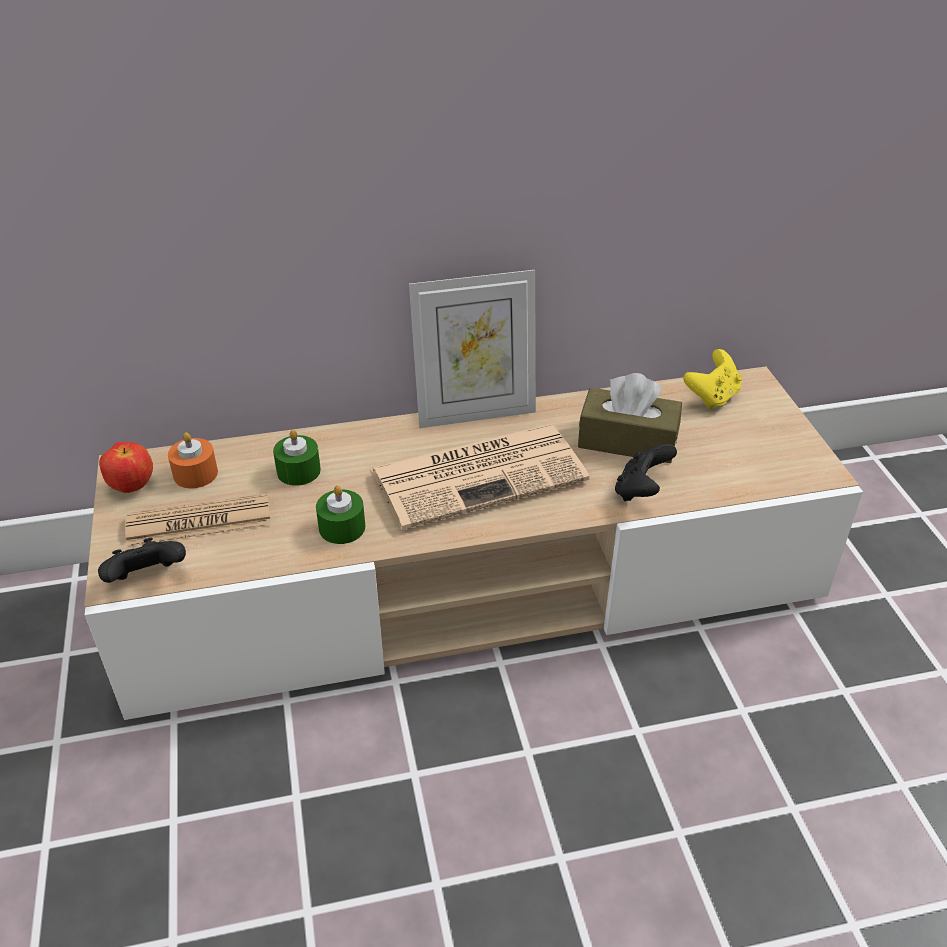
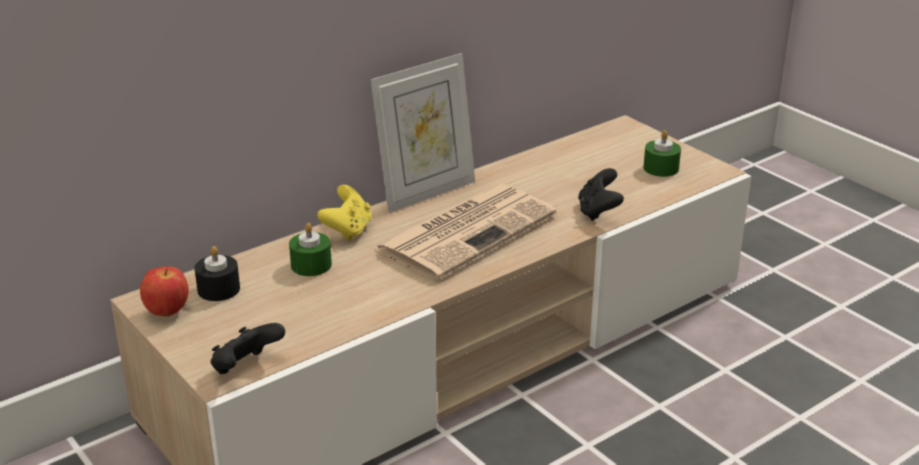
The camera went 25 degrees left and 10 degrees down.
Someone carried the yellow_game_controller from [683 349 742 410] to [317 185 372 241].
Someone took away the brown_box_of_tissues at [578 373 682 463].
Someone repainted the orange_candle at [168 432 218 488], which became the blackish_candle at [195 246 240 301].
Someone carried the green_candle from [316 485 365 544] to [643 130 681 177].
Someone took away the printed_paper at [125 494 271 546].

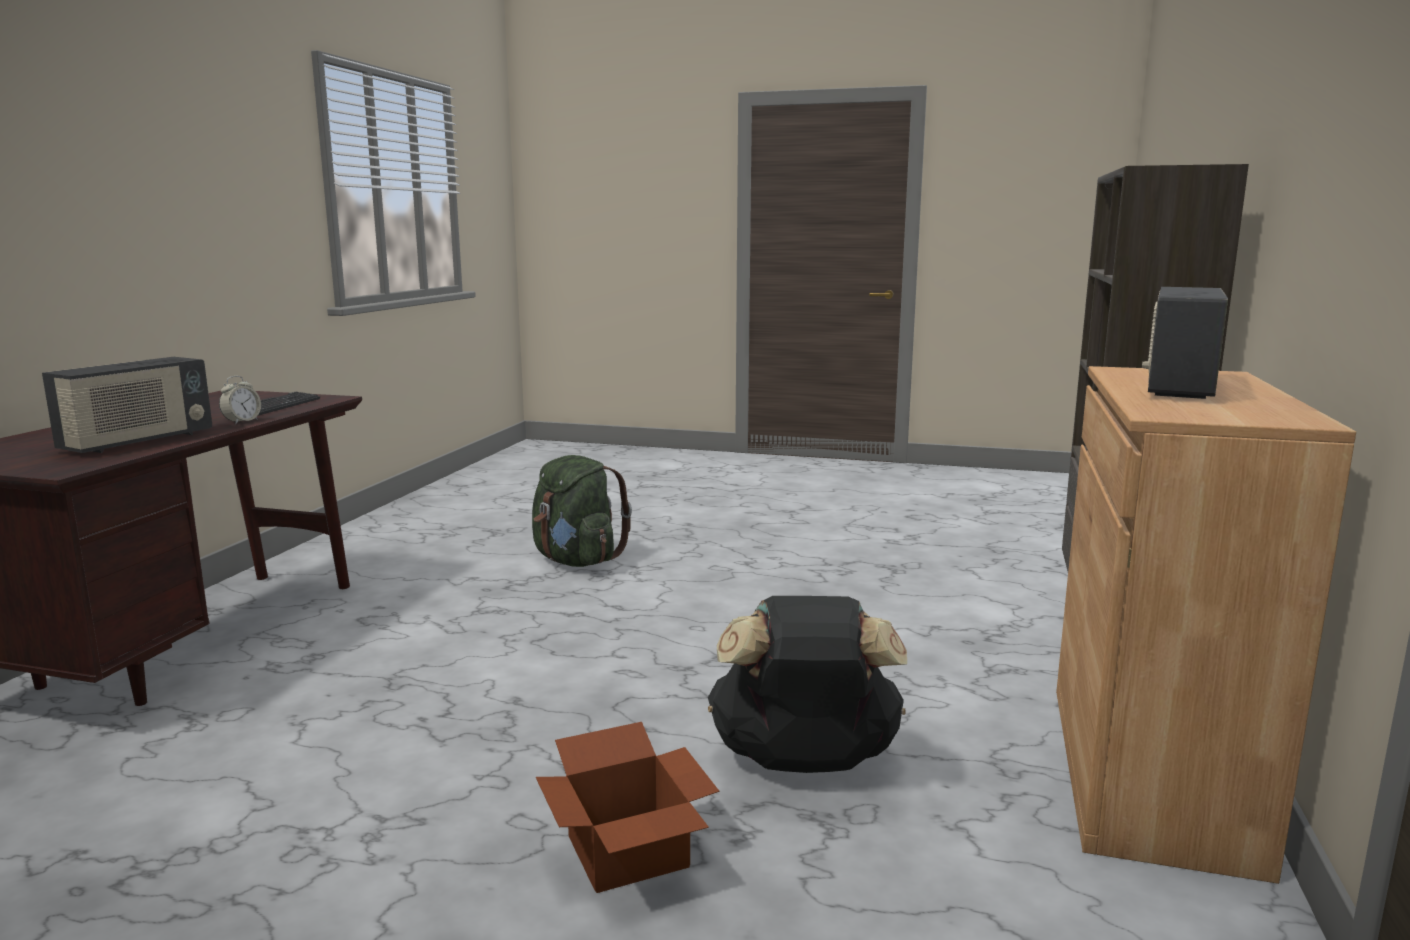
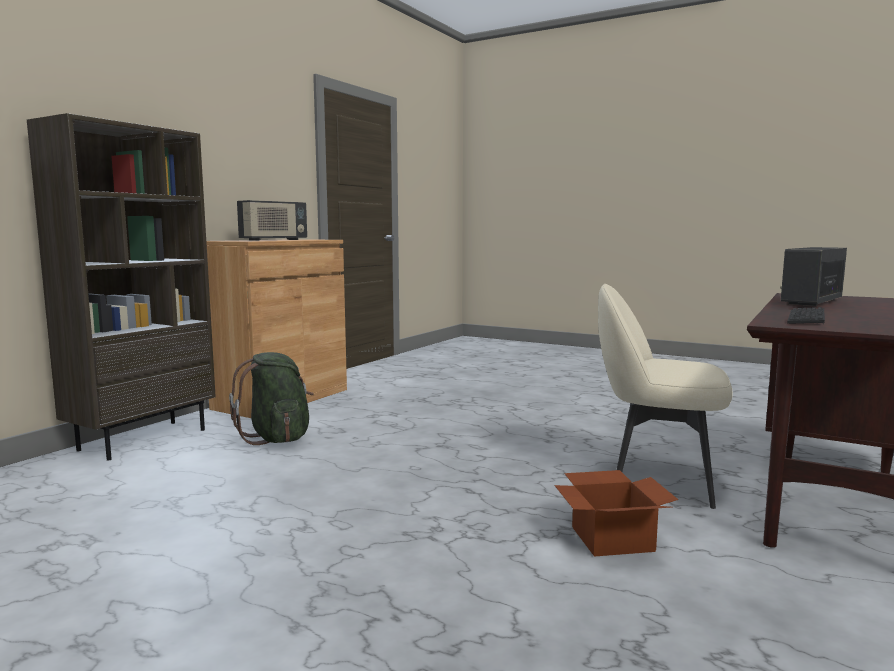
The camera went 165 degrees left and 5 degrees down.
Someone took away the bedside_clock at [219 376 261 424].
Someone carried the green_rucksack from [532 455 632 567] to [229 352 314 445].
Someone took away the blackish_rucksack at [708 596 907 773].
Someone carried the carton from [536 722 720 893] to [554 470 678 557].
Someone put down the beige_chair at [598 284 733 509].

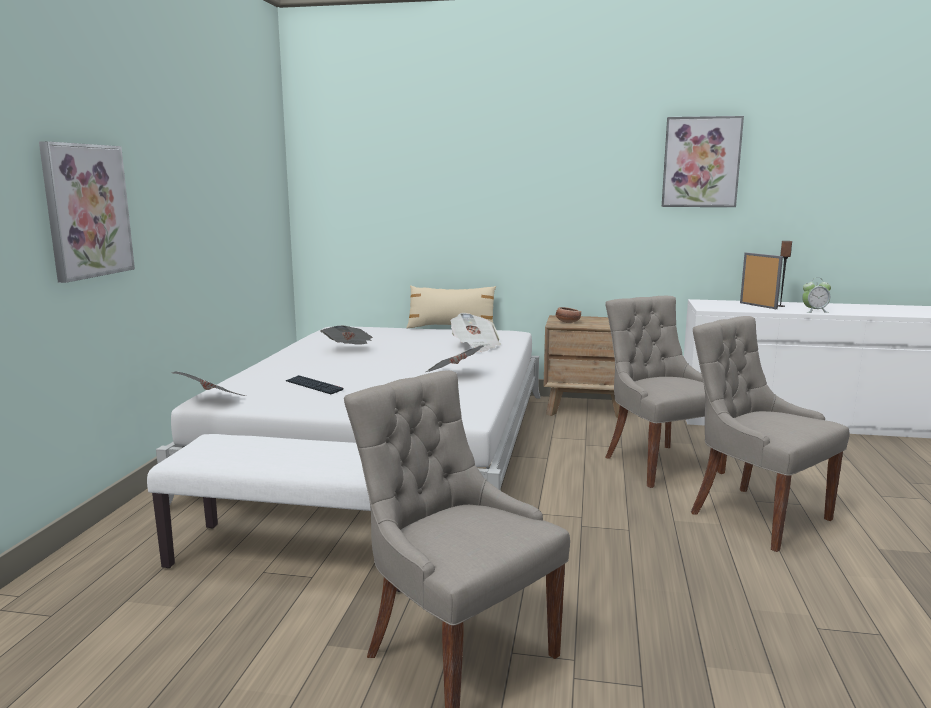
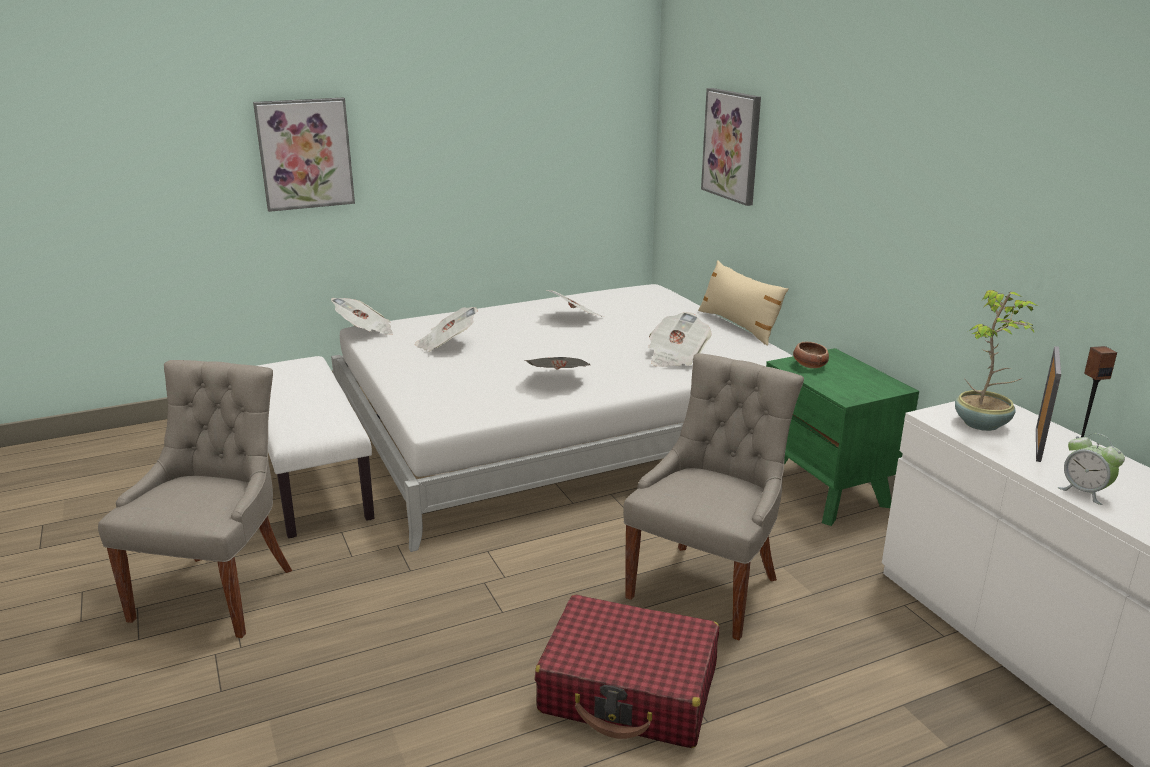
The camera went 55 degrees right and 10 degrees up.
Someone carried the wall_art from [662 116 744 207] to [701 88 761 206].
Someone repainted the brown_nightstand at [543 315 620 418], which became the green_nightstand at [766 348 919 526].
Someone swapped the grey_chair at [691 316 850 552] for the red_suitcase at [535 595 719 748].
Someone swapped the keyboard at [286 375 344 394] for the printed_paper at [415 307 478 352].
Someone put down the plant_in_a_pot at [955 290 1038 431].

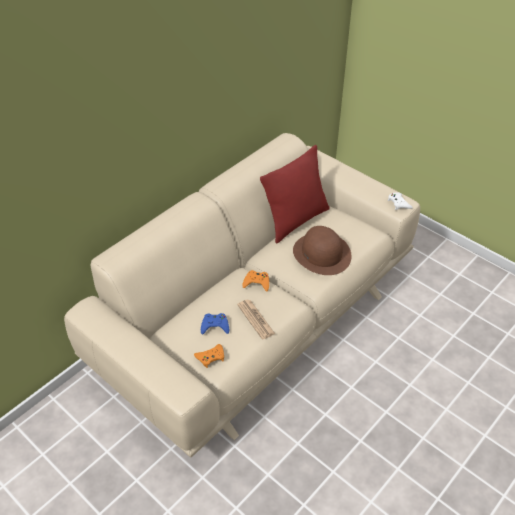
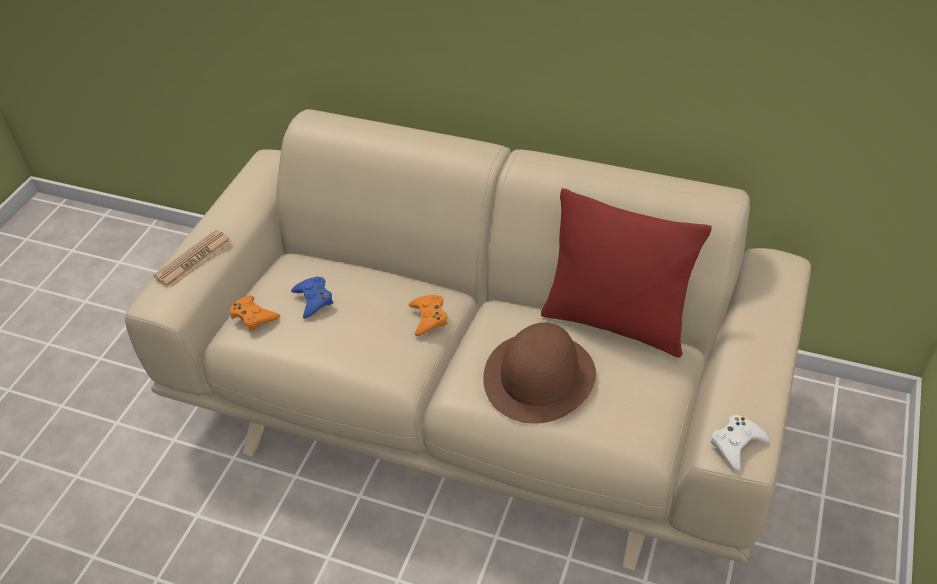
The camera went 70 degrees right and 0 degrees up.
Someone carried the printed_paper from [237 299 275 339] to [153 230 232 288].

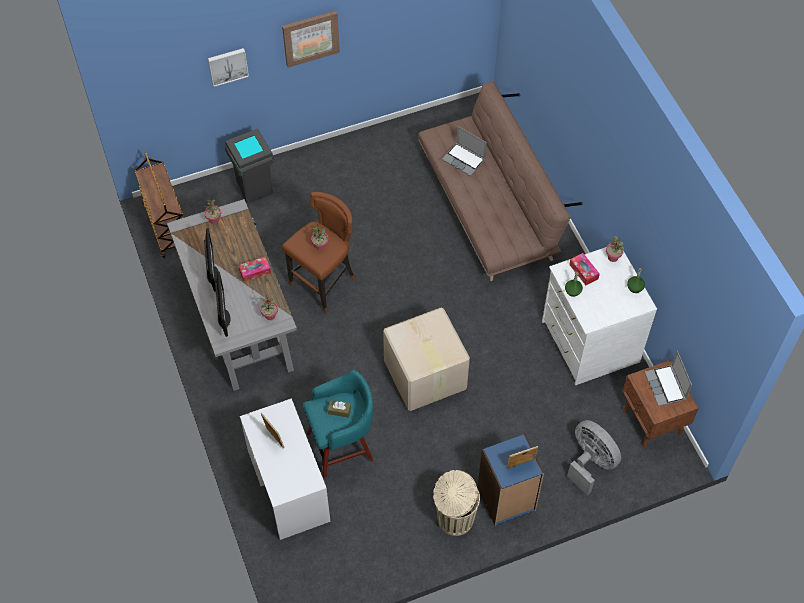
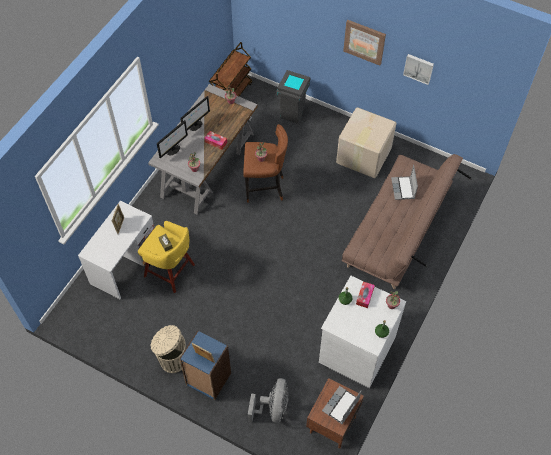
The camera went 50 degrees right and 0 degrees up.
Someone carried the wall_art from [208 48 249 87] to [403 54 434 85].
Someone carried the carton from [383 308 470 411] to [336 107 397 178].
Someone repainted the turquoise_stool_seat at [303 370 374 478], which became the yellow_stool_seat at [138 221 195 293].

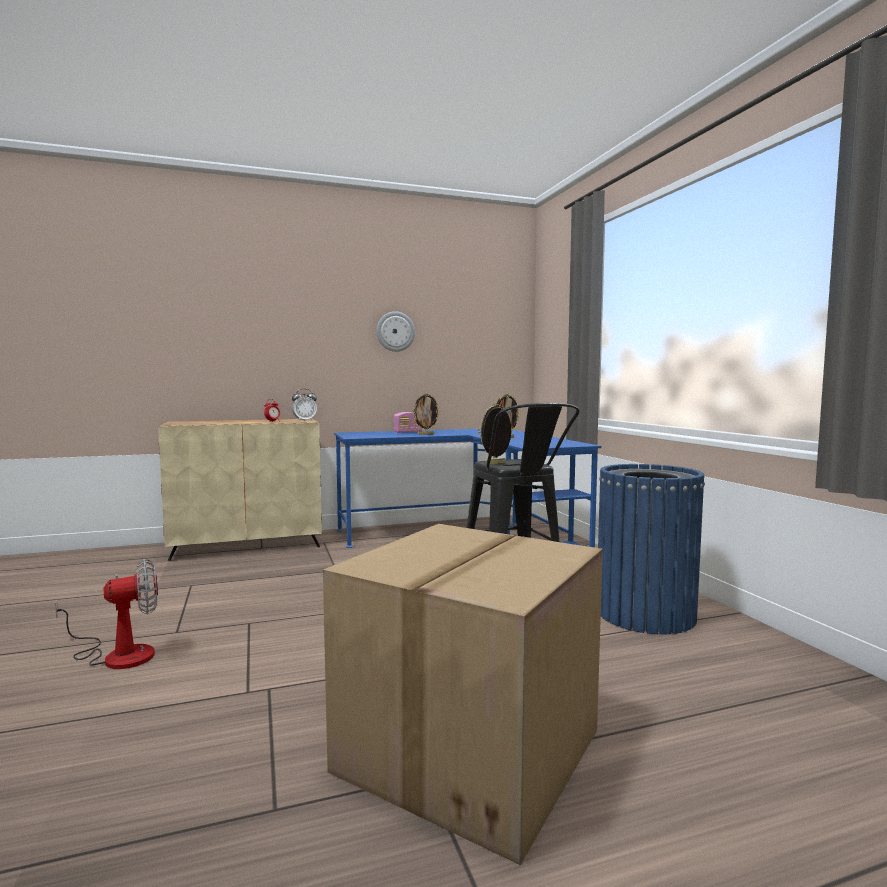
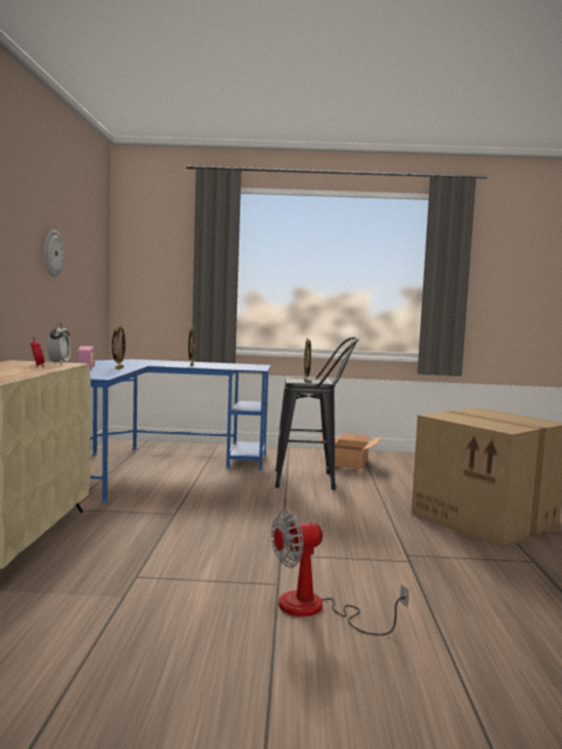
The camera went 70 degrees left and 0 degrees up.
Someone swapped the bluish_trash_can at [598 464 705 635] for the carton at [319 433 381 470].
Someone rotated the fan at [55 559 158 669] by 105 degrees counterclockwise.

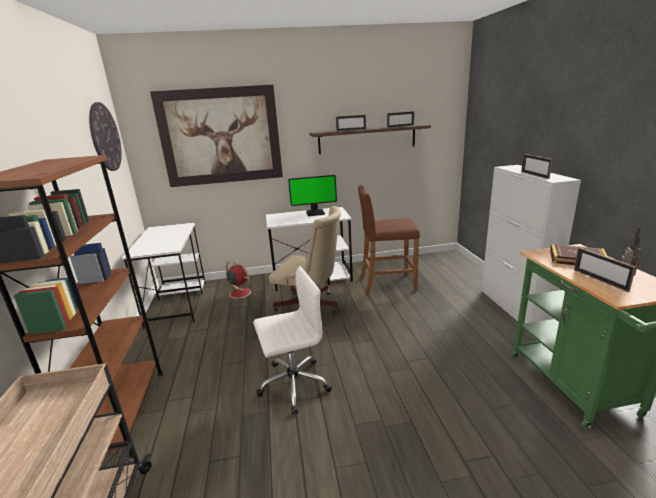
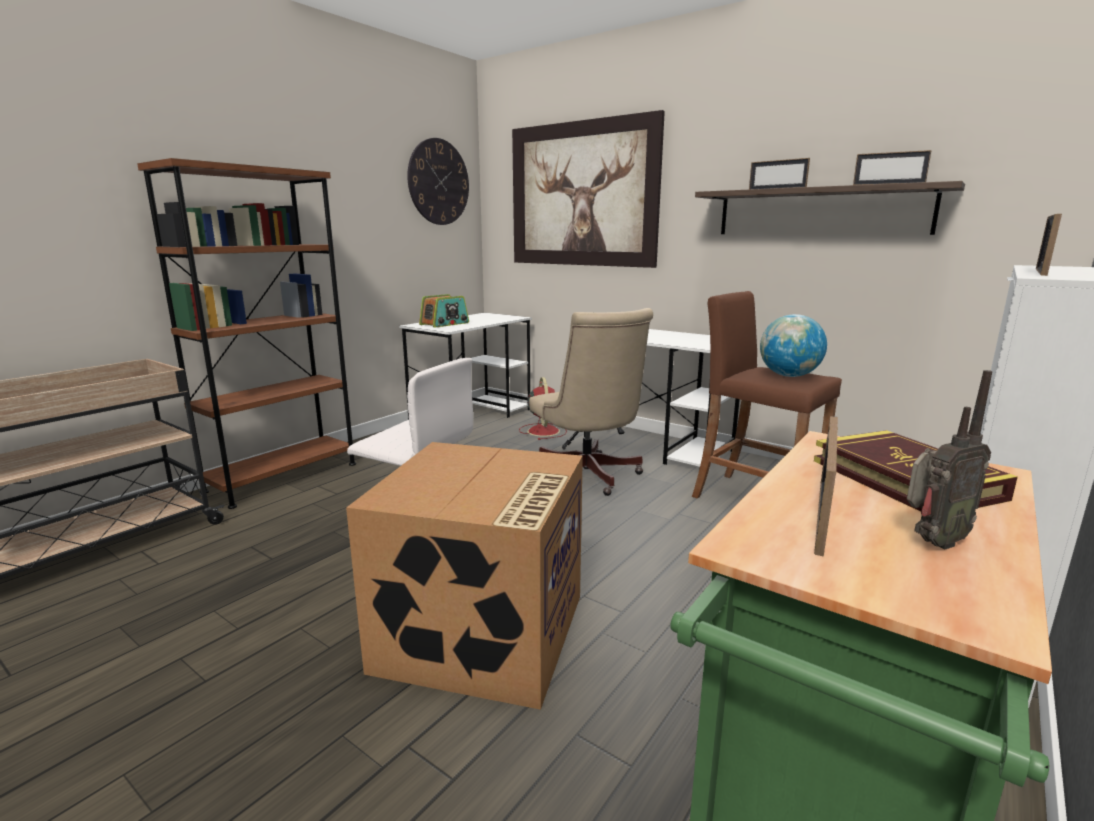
The camera went 45 degrees right and 5 degrees down.
Someone took away the computer_screen at [288 175 337 216].
Someone put down the radio_receiver at [419 294 469 328].
Someone put down the globe at [760 314 827 377].
Someone put down the carton at [346 442 583 710].

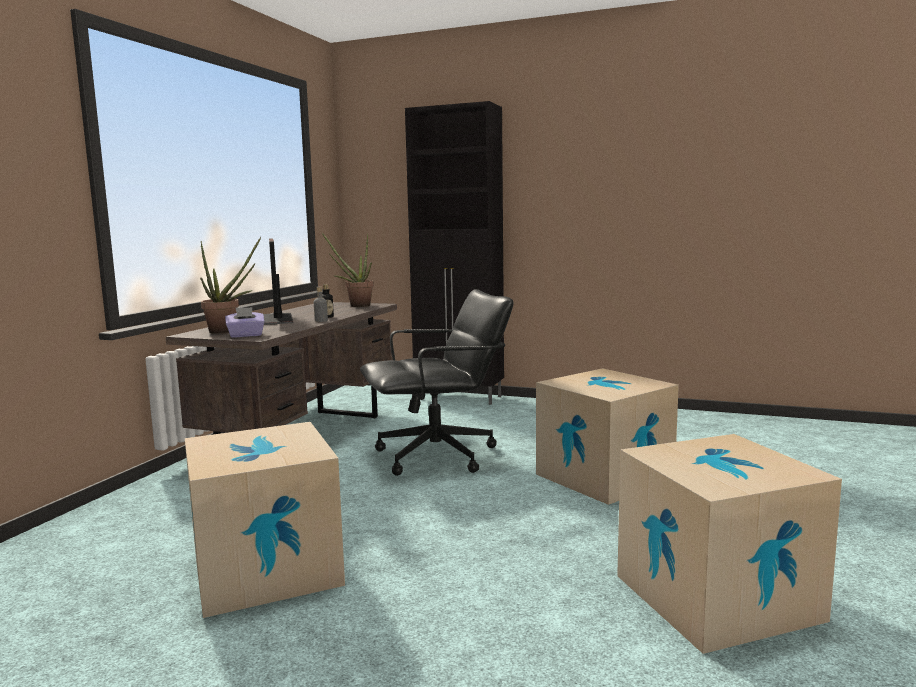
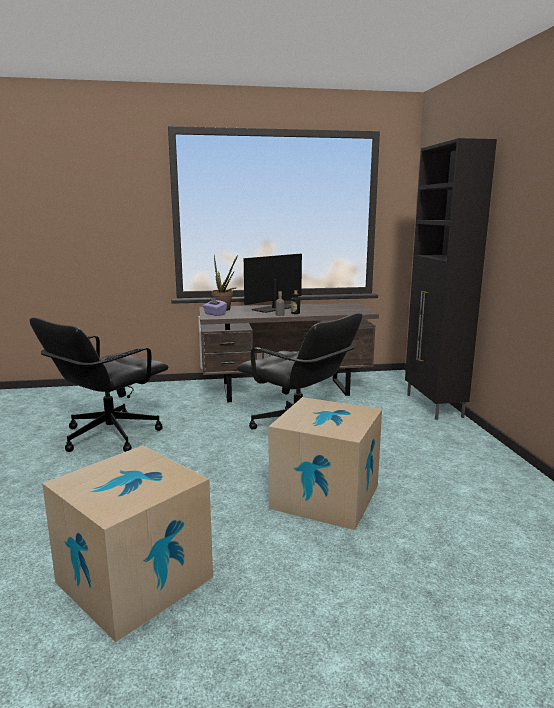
The camera went 60 degrees right and 5 degrees up.
Someone took away the plant_in_a_pot at [322 233 374 307].
Someone swapped the carton at [185 422 345 618] for the blackish_computer_chair at [30 317 168 452].

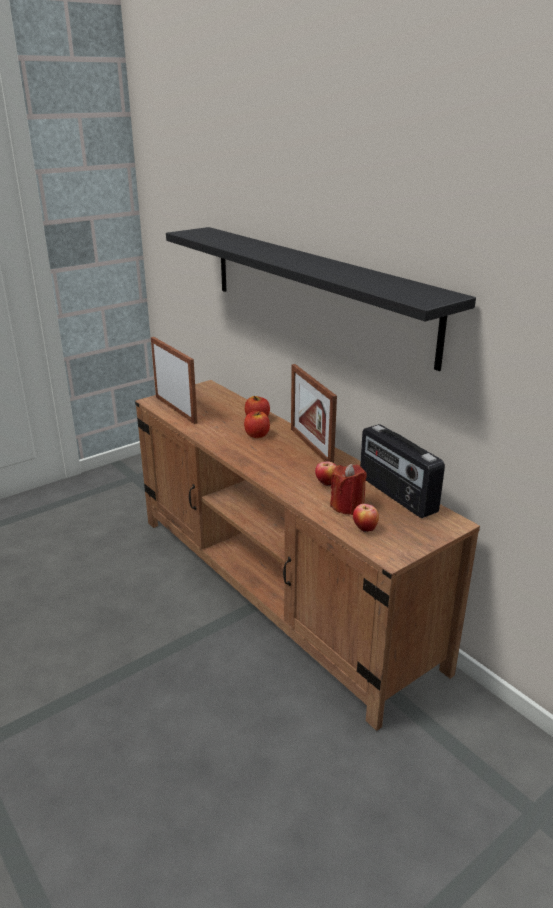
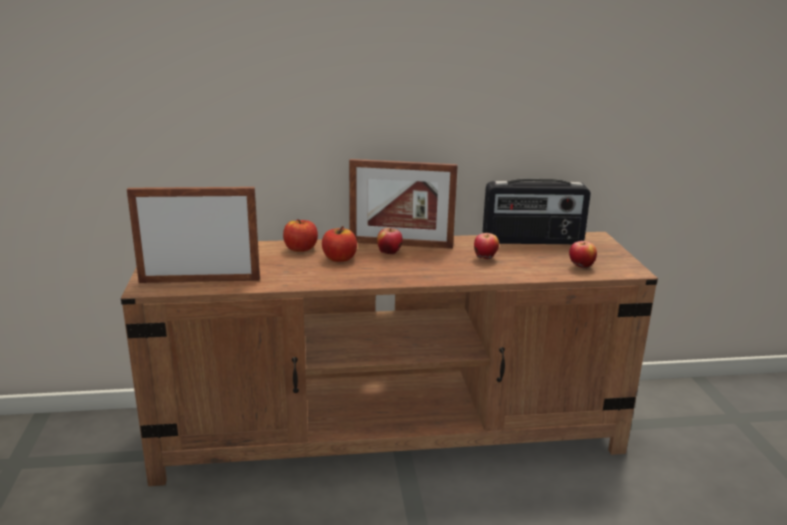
The camera went 60 degrees left and 5 degrees down.
Someone took away the blackish_shelf at [166 227 476 371].
Someone took away the red_candle at [330 464 367 515].
Someone put down the apple_fruit at [377 228 403 254].

